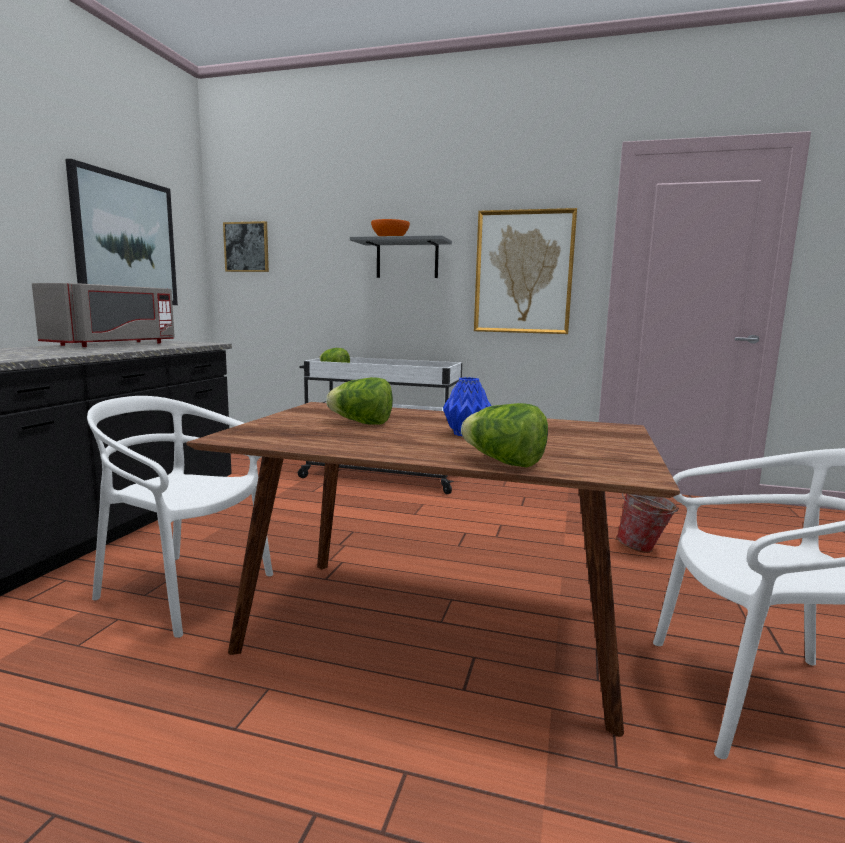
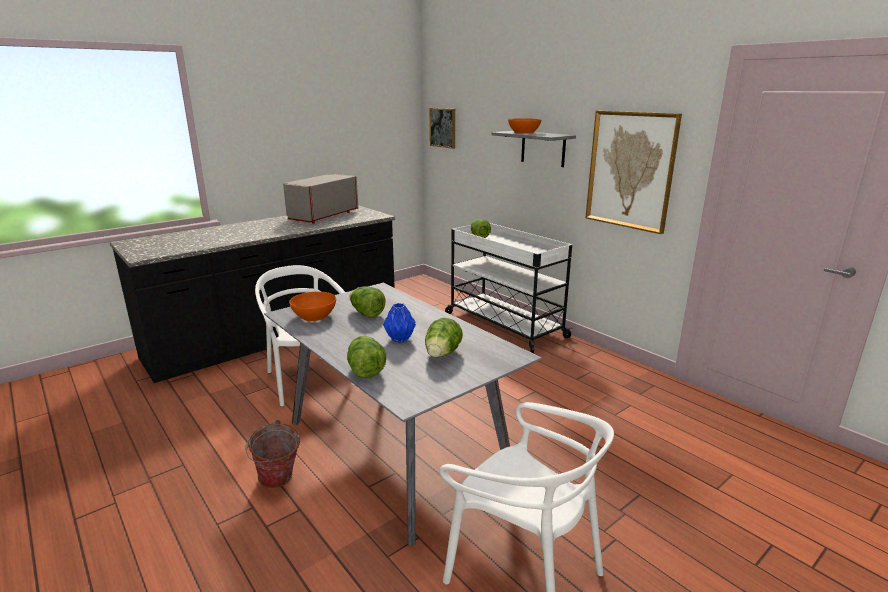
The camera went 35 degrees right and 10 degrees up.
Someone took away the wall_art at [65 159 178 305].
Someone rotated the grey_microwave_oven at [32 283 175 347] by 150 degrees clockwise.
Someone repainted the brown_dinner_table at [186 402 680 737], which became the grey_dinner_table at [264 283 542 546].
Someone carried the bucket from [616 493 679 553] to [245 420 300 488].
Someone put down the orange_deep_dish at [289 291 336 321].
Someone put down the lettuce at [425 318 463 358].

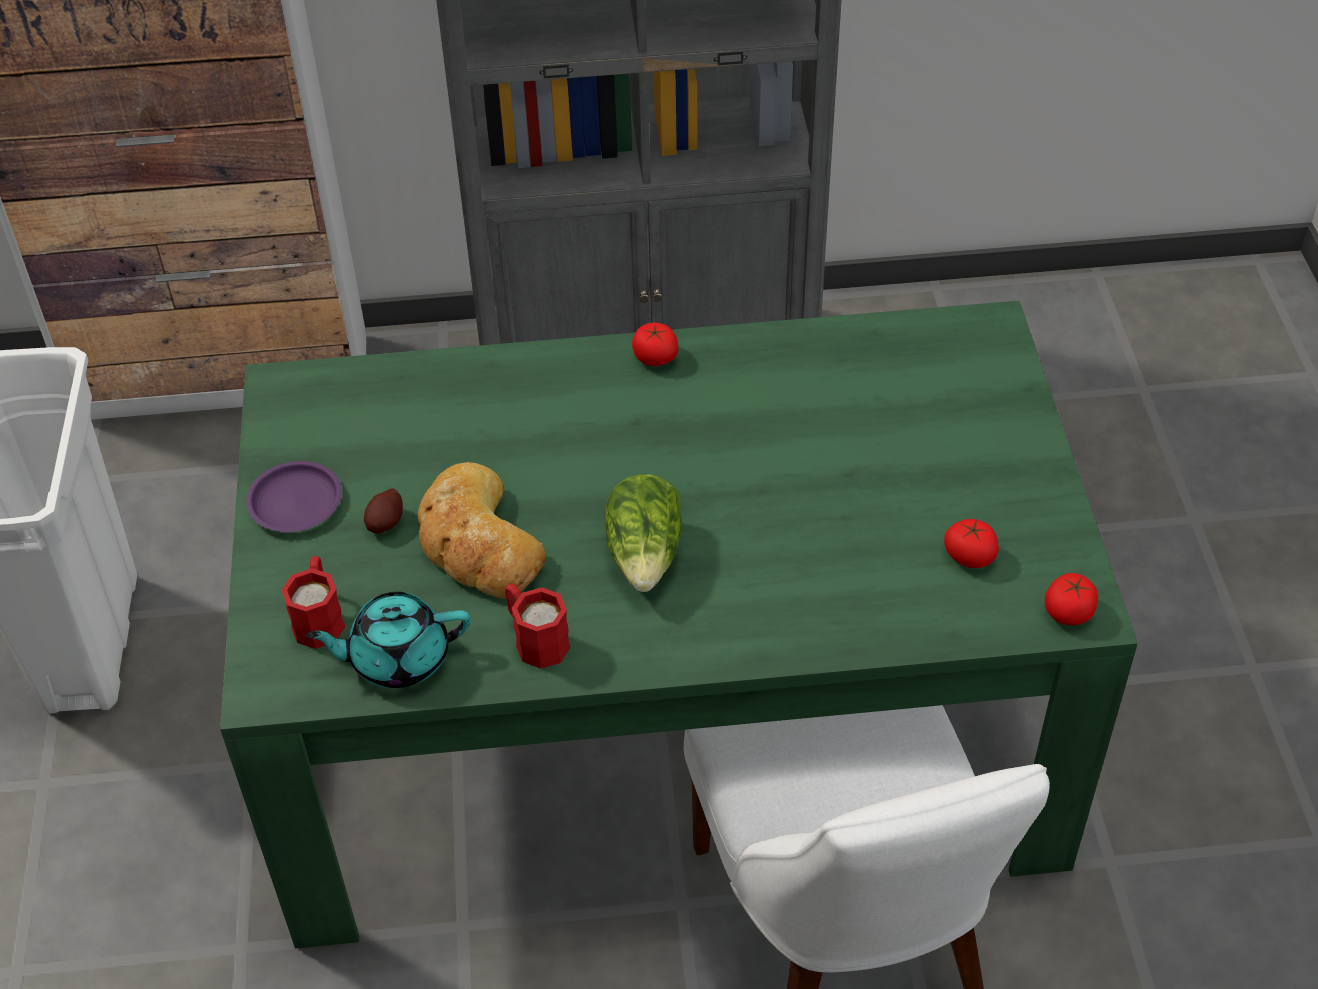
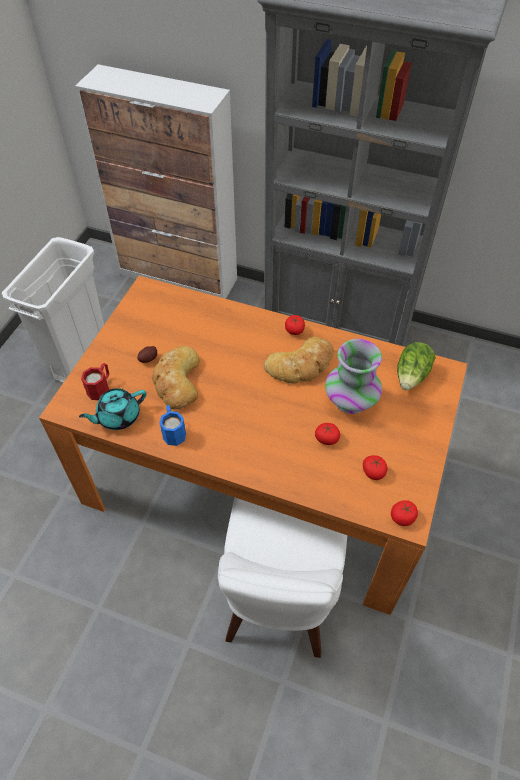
The camera went 25 degrees right and 5 degrees up.
Someone repainted the green_dinner_table at [220 301 1138 949], which became the orange_dinner_table at [39 276 467 615].
Someone took away the purple_plate at [246 461 342 532].
Someone carried the lettuce from [605 474 682 592] to [397 342 436 391].
Someone repainted the red_coffee_mug at [505 584 570 669], which became the bluish_coffee_mug at [159 405 186 446].
Someone rotated the turquoise_tea_pot at [306 592 471 688] by 45 degrees counterclockwise.
Someone put down the bakery_bread at [264 337 334 384].
Someone put down the decorative_vase at [325 339 382 414].
Someone put down the tomato at [315 423 340 445].

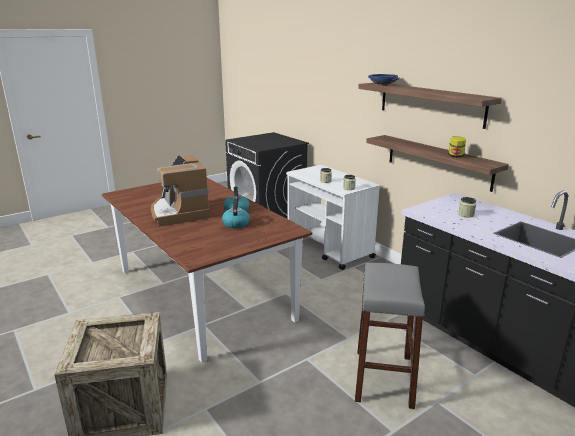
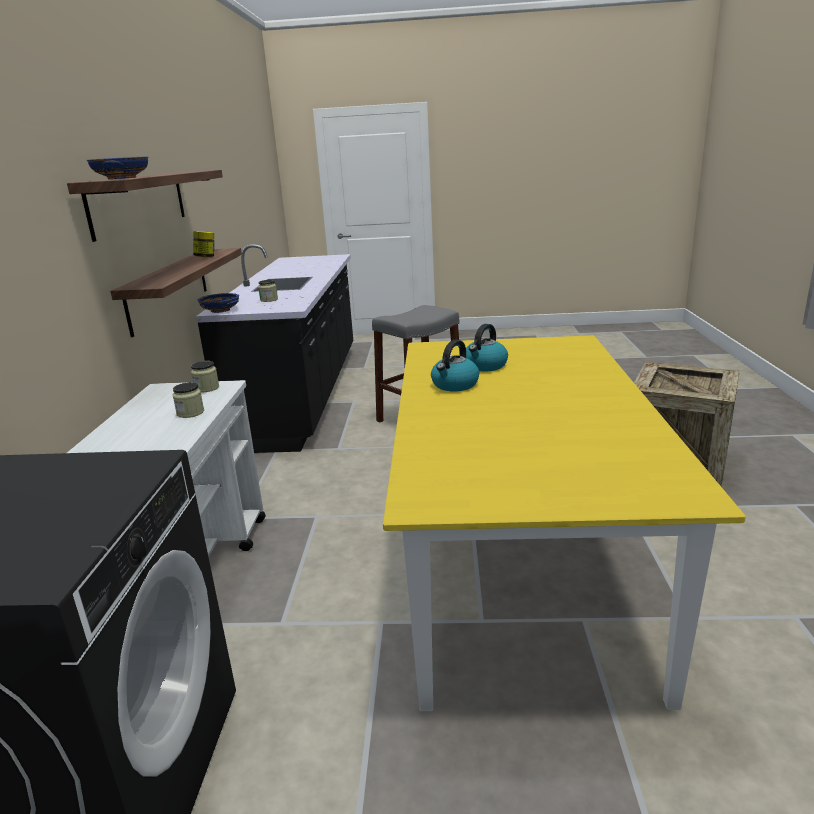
The camera went 140 degrees left and 0 degrees up.
Someone took away the coffee_maker at [151 155 211 227].
Someone repainted the brown_dinner_table at [102 178 312 363], which became the yellow_dinner_table at [383 335 746 711].
Someone put down the bluish_deep_dish at [197 293 239 313].

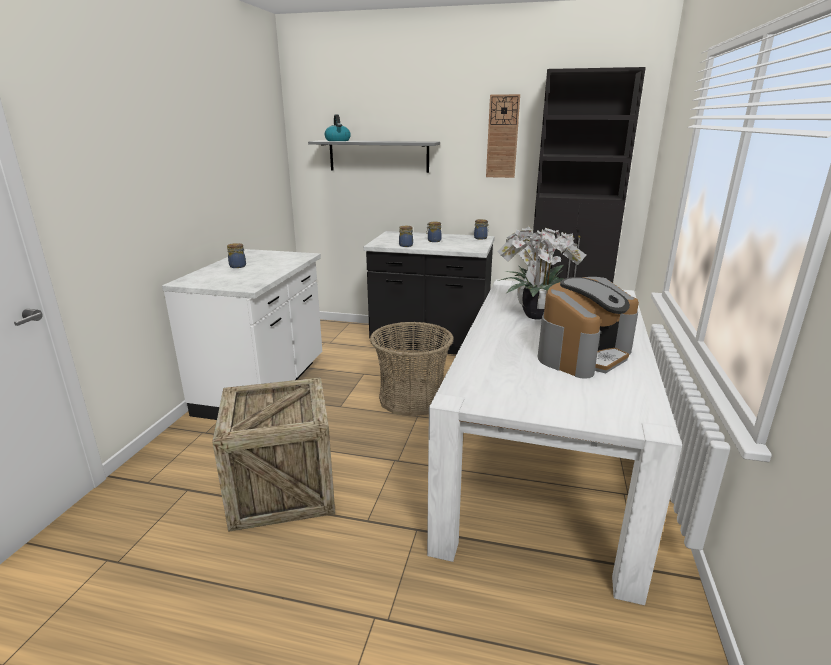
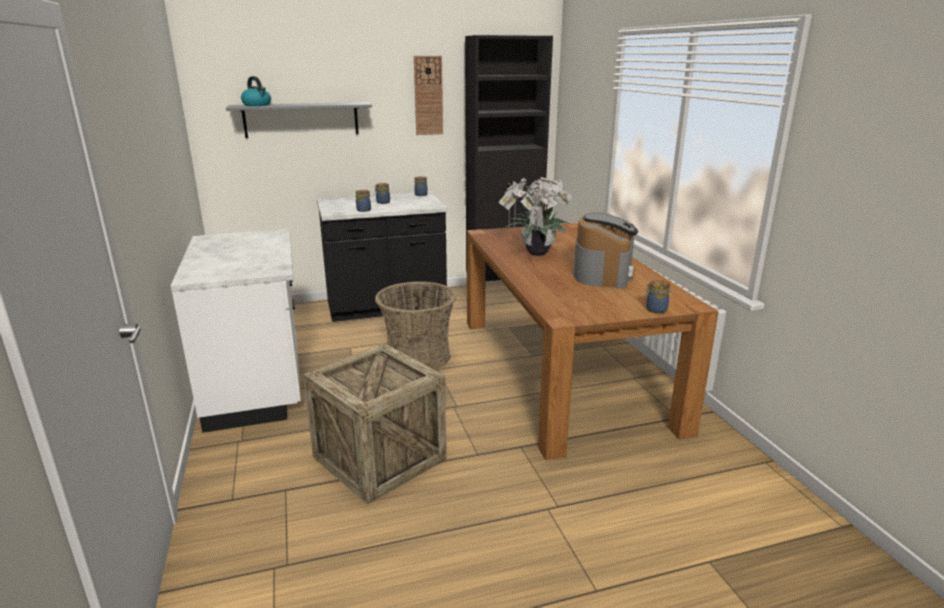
The camera went 30 degrees left and 0 degrees up.
Someone carried the jar from [227 243 246 268] to [644 280 670 313].
Someone repainted the whitish_dinner_table at [427 279 682 605], which became the brown_dinner_table at [467 223 719 460].

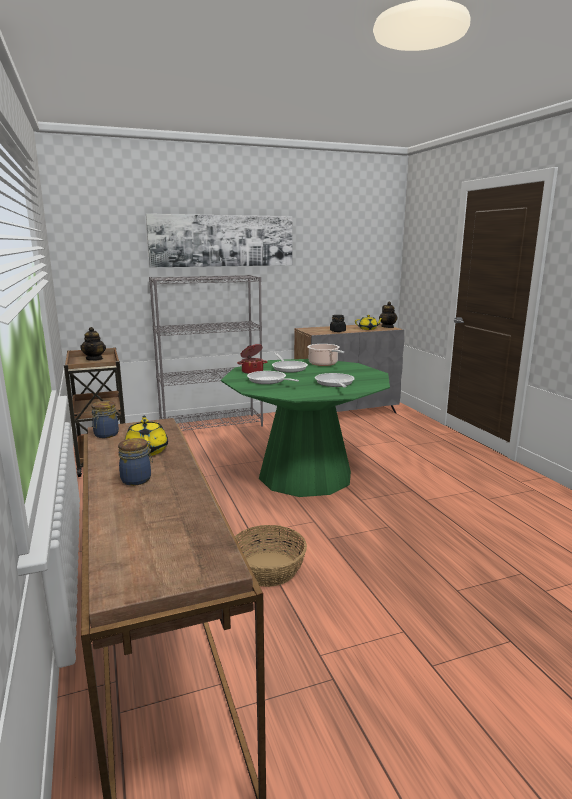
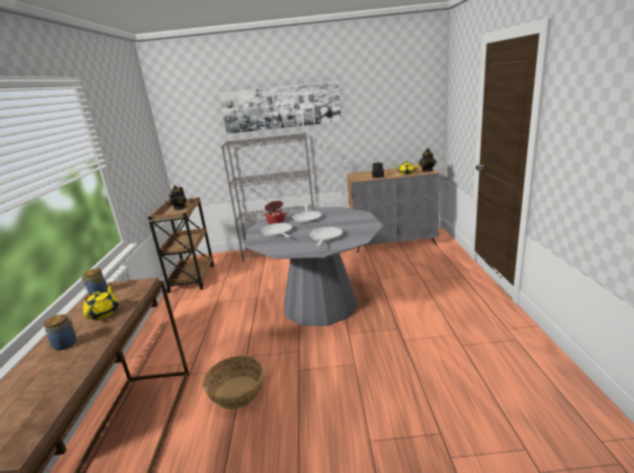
The camera went 20 degrees right and 5 degrees up.
Someone took away the stockpot at [307 344 344 366].
Someone repainted the green_dinner_table at [221 359 390 497], which became the grey_dinner_table at [245 206 383 326].

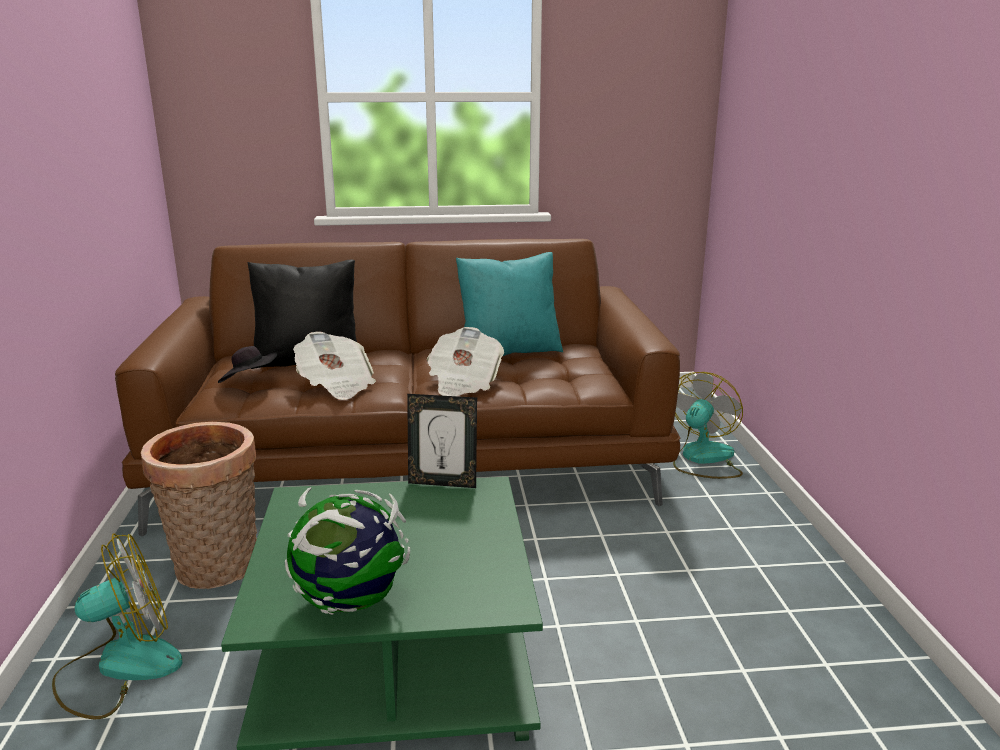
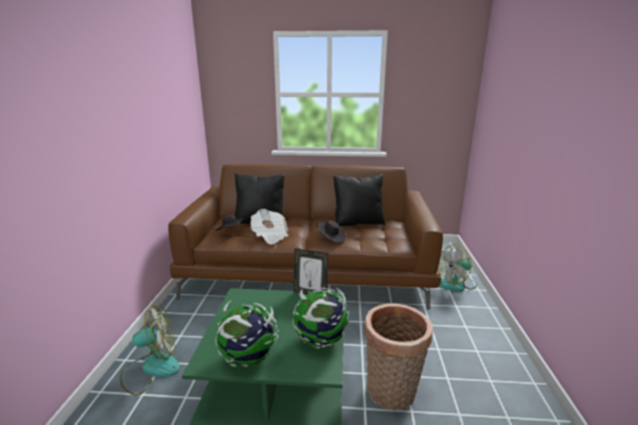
The camera went 10 degrees right and 0 degrees up.
Someone repainted the turquoise_pillow at [456 252 563 356], which became the blackish_pillow at [333 174 385 226].
Someone swapped the printed_paper at [427 327 504 396] for the blackish_clothing_hat at [317 221 346 243].
Someone rotated the fan at [673 372 743 479] by 150 degrees counterclockwise.
Someone carried the household_basket from [141 422 257 589] to [364 303 433 410].
Someone put down the globe at [293 288 349 348].

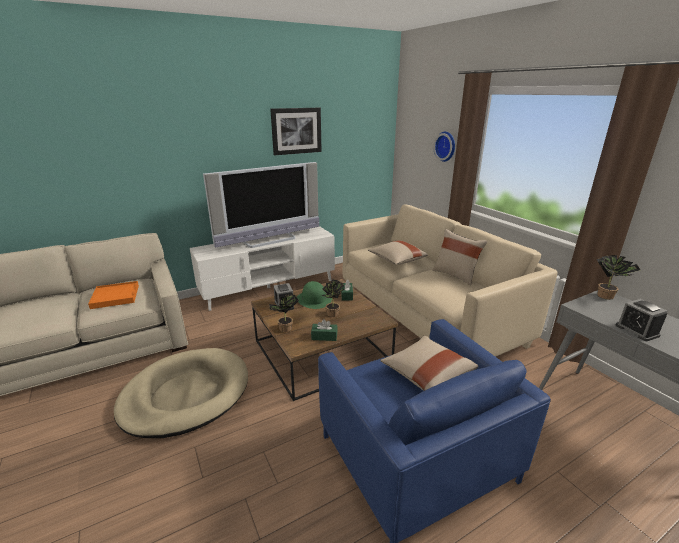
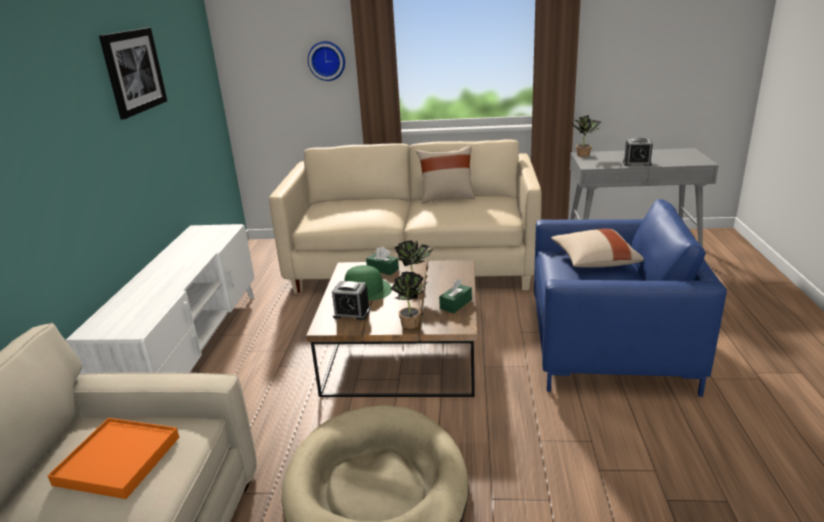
The camera went 55 degrees left and 0 degrees up.
Someone took away the television at [203 162 319 248].
Someone took away the beige_pillow at [368 240 428 265].

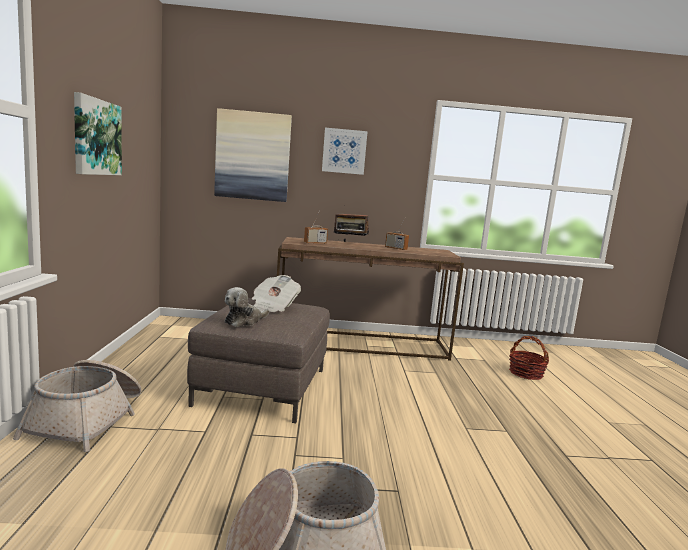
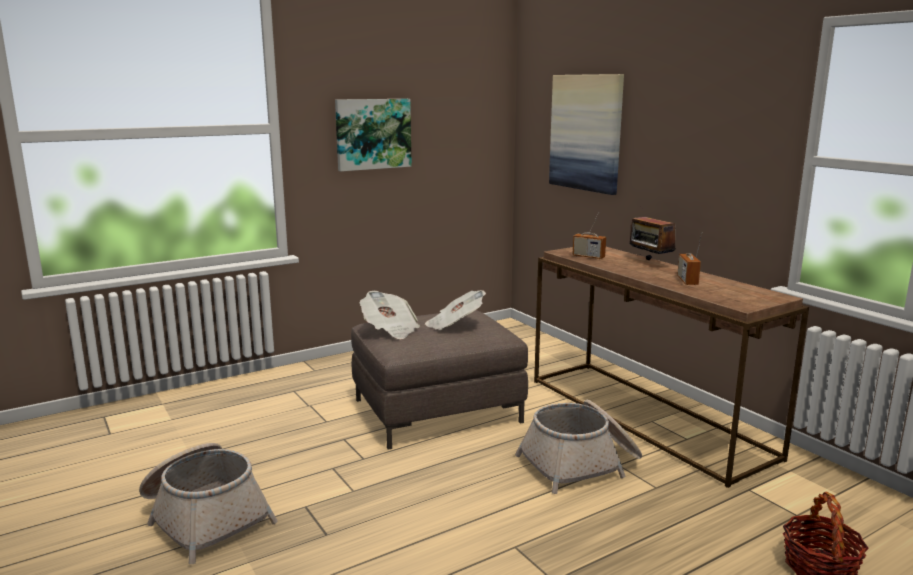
The camera went 60 degrees right and 5 degrees up.
Someone took away the wall_art at [322 128 368 175].
Someone swapped the cuddly_toy at [225 287 269 327] for the printed_paper at [359 291 420 339].
Someone carried the household_basket from [13 360 141 452] to [515 400 642 494].

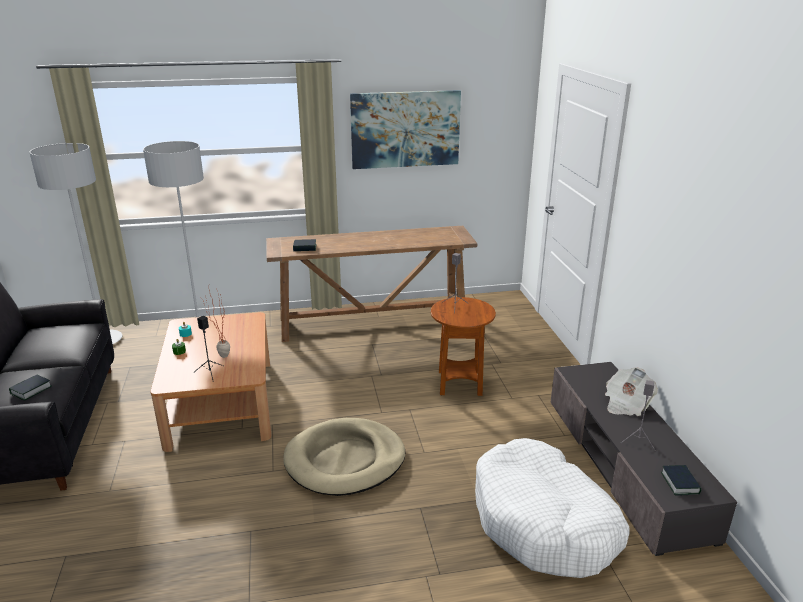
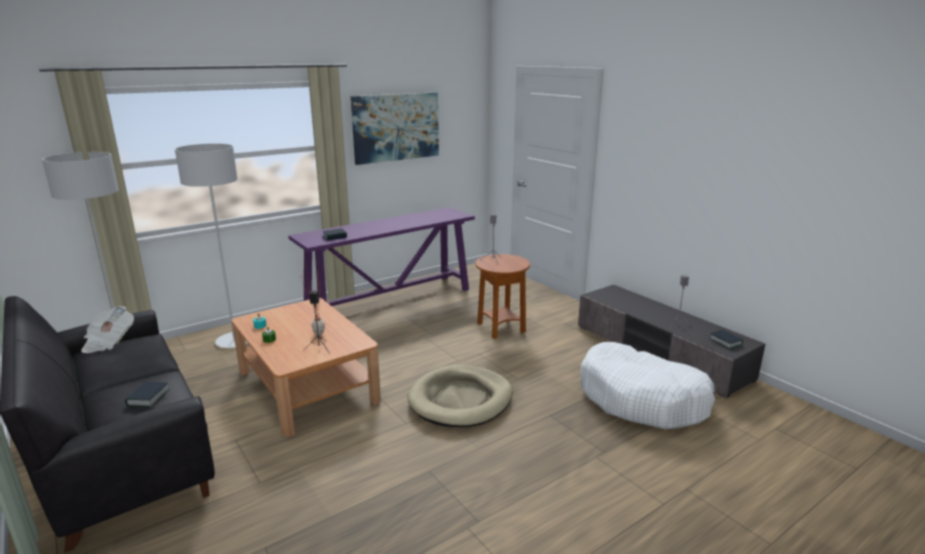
The camera went 25 degrees left and 5 degrees down.
Someone repainted the brown_hall_table at [266 226 477 342], which became the purple_hall_table at [288 207 475 306].
Someone carried the printed_paper from [605 367 658 416] to [81 306 134 353].

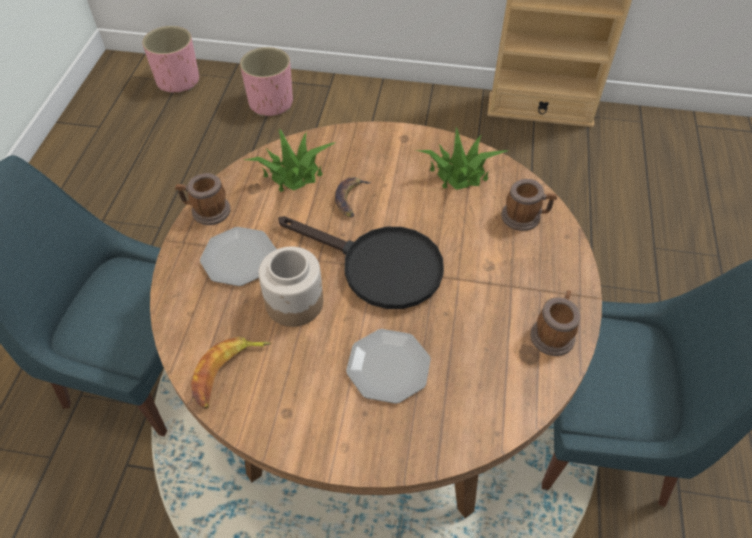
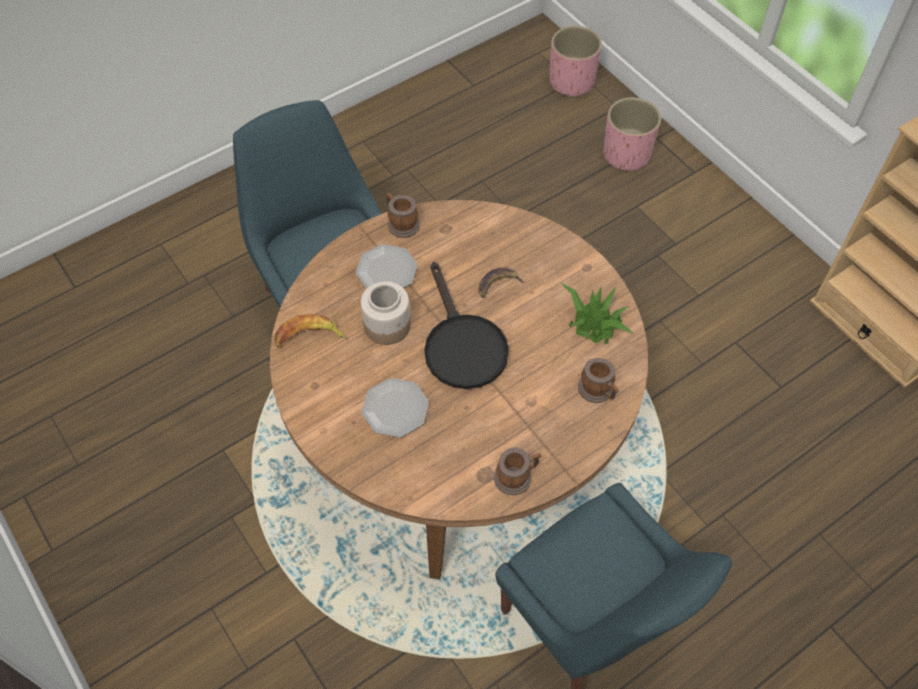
The camera went 45 degrees right and 5 degrees up.
Someone took away the plant_in_a_pot at [245 129 336 192].

